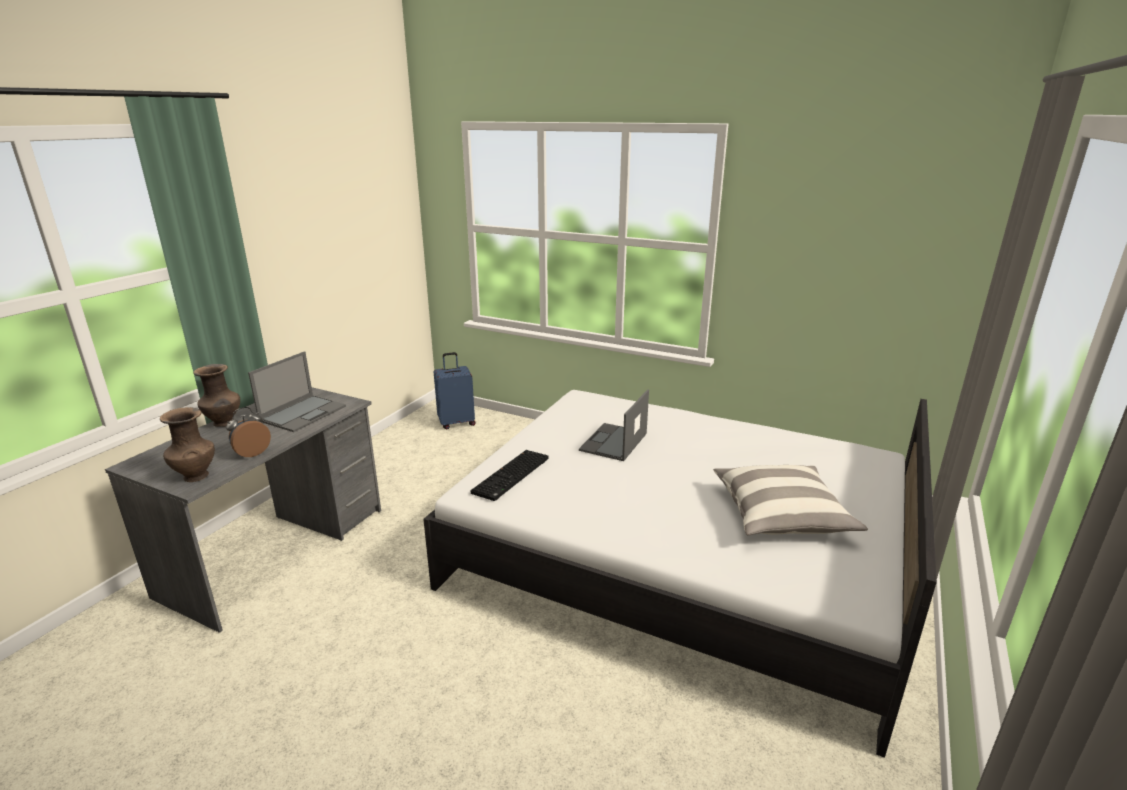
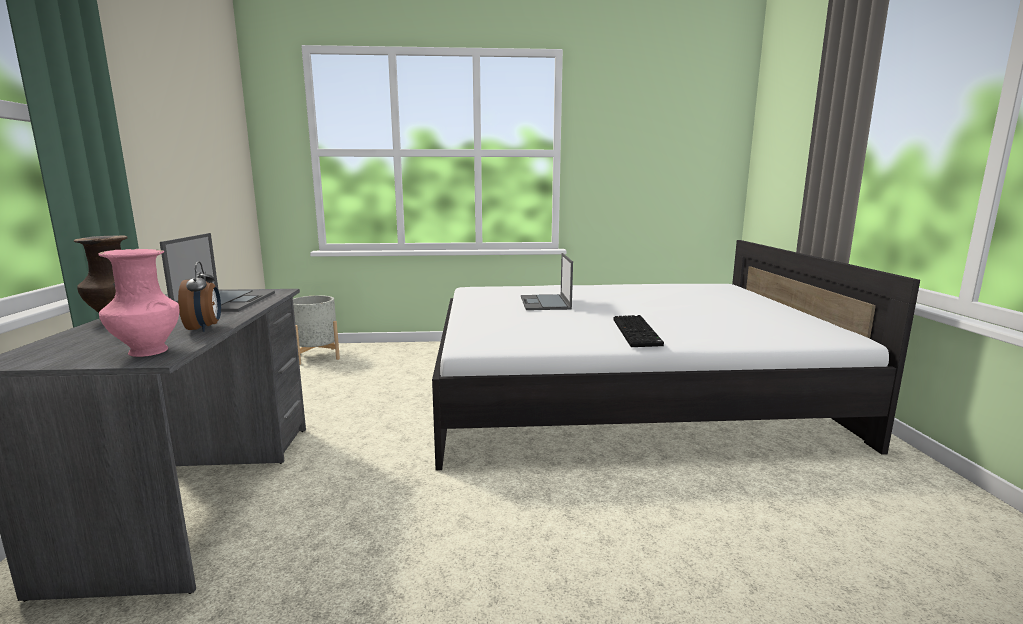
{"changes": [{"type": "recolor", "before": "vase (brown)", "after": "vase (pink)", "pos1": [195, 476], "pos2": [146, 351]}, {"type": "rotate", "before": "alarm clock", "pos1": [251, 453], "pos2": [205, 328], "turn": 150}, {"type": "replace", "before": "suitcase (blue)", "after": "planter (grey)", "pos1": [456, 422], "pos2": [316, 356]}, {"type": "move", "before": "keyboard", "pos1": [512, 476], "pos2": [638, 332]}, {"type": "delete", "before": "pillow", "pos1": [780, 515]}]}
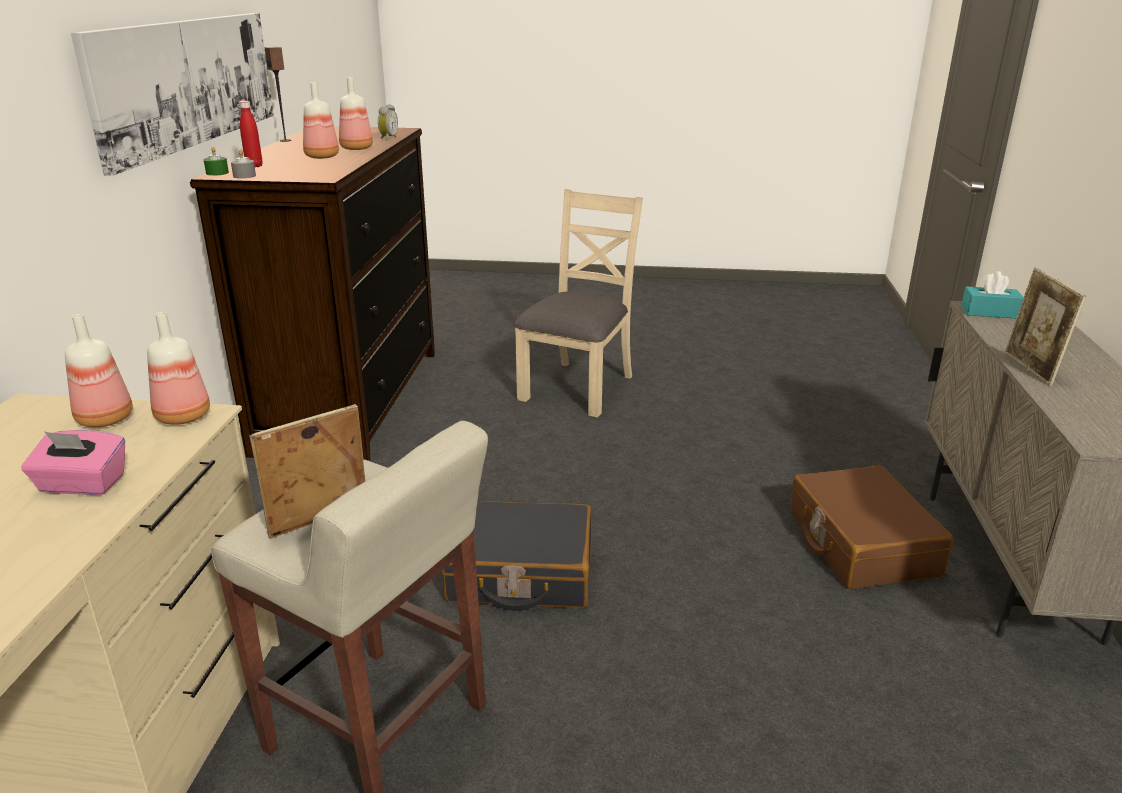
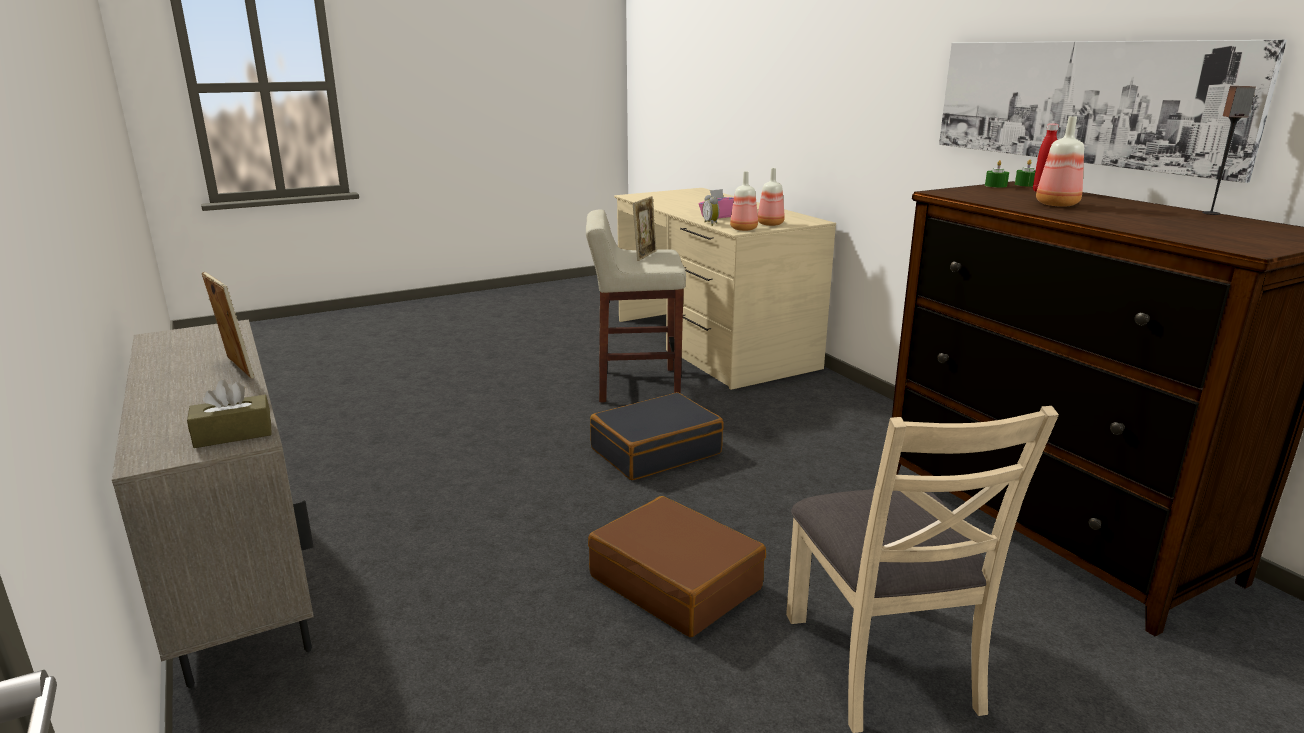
{"changes": [{"type": "recolor", "before": "candle (grey)", "after": "candle (green)", "pos1": [244, 176], "pos2": [995, 185]}, {"type": "delete", "before": "bottle", "pos1": [356, 148]}, {"type": "move", "before": "alarm clock", "pos1": [387, 138], "pos2": [711, 223]}, {"type": "move", "before": "suitcase (brown)", "pos1": [861, 544], "pos2": [676, 582]}, {"type": "recolor", "before": "tissue box (turquoise)", "after": "tissue box (brown)", "pos1": [989, 312], "pos2": [233, 434]}]}
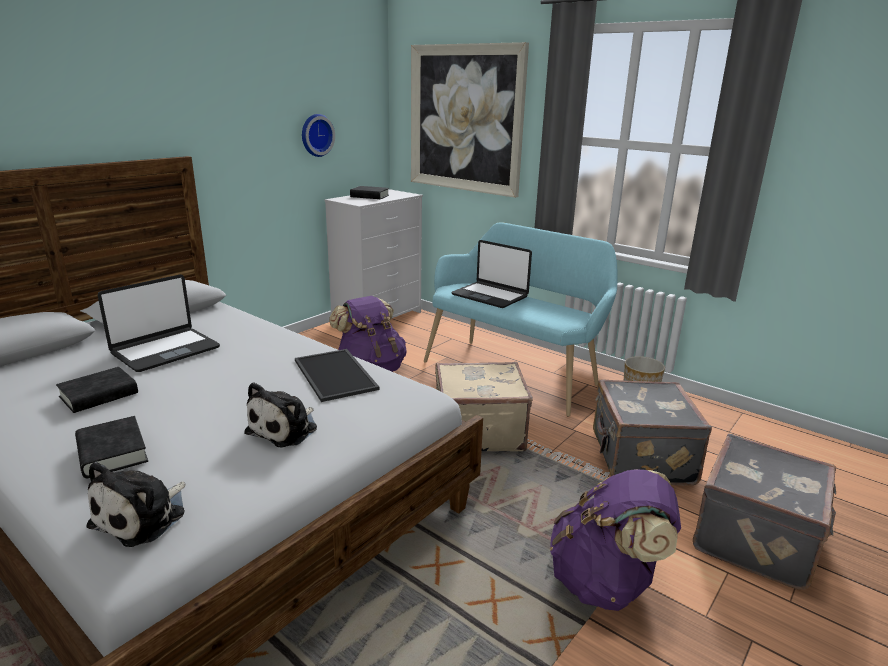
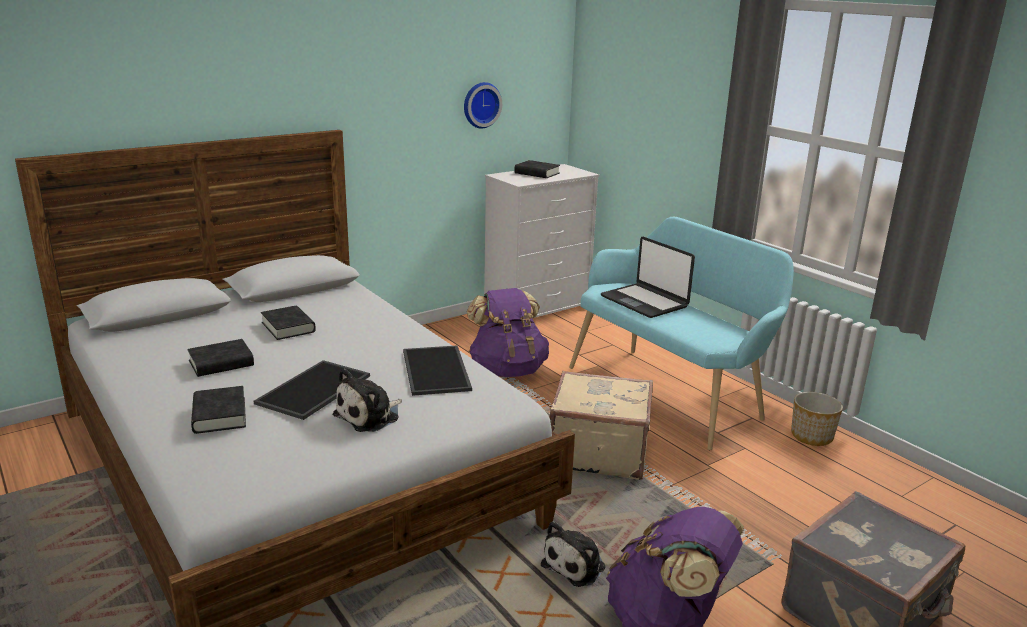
{"changes": [{"type": "move", "before": "plush toy", "pos1": [143, 517], "pos2": [576, 565]}, {"type": "replace", "before": "laptop", "after": "book (black)", "pos1": [165, 350], "pos2": [288, 327]}, {"type": "delete", "before": "picture", "pos1": [465, 119]}, {"type": "delete", "before": "suitcase (grey)", "pos1": [639, 458]}, {"type": "insert", "after": "tray", "pos2": [314, 390]}]}
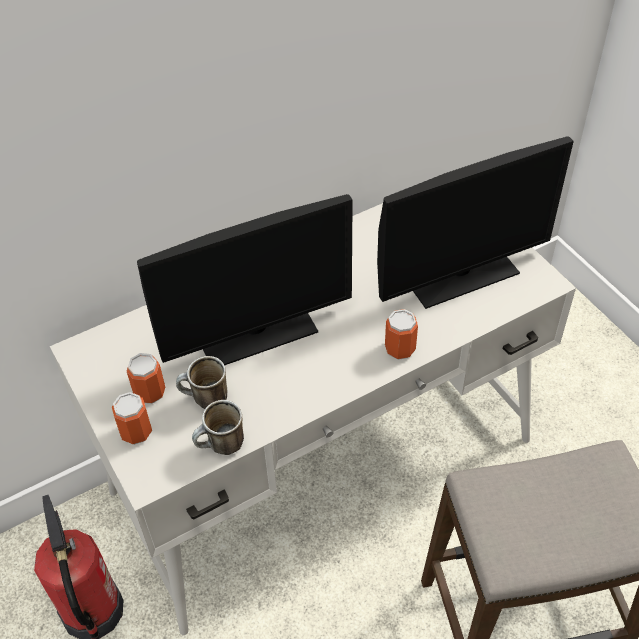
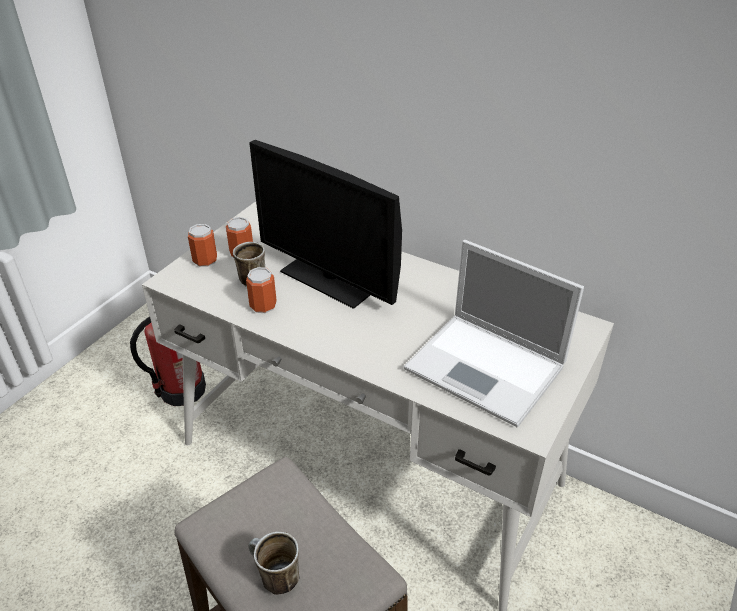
{"changes": [{"type": "move", "before": "mug", "pos1": [221, 447], "pos2": [274, 578]}, {"type": "replace", "before": "monitor", "after": "laptop", "pos1": [460, 274], "pos2": [487, 368]}, {"type": "move", "before": "can", "pos1": [400, 349], "pos2": [263, 306]}]}
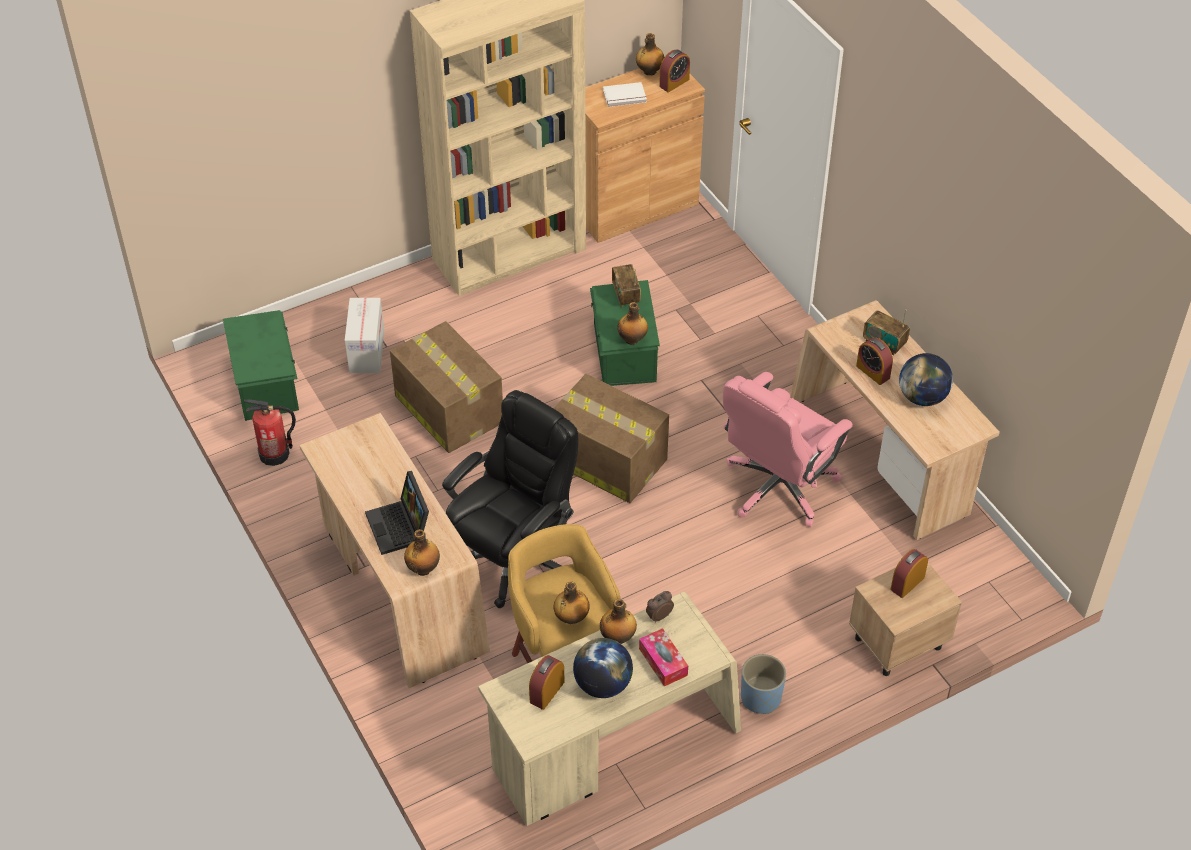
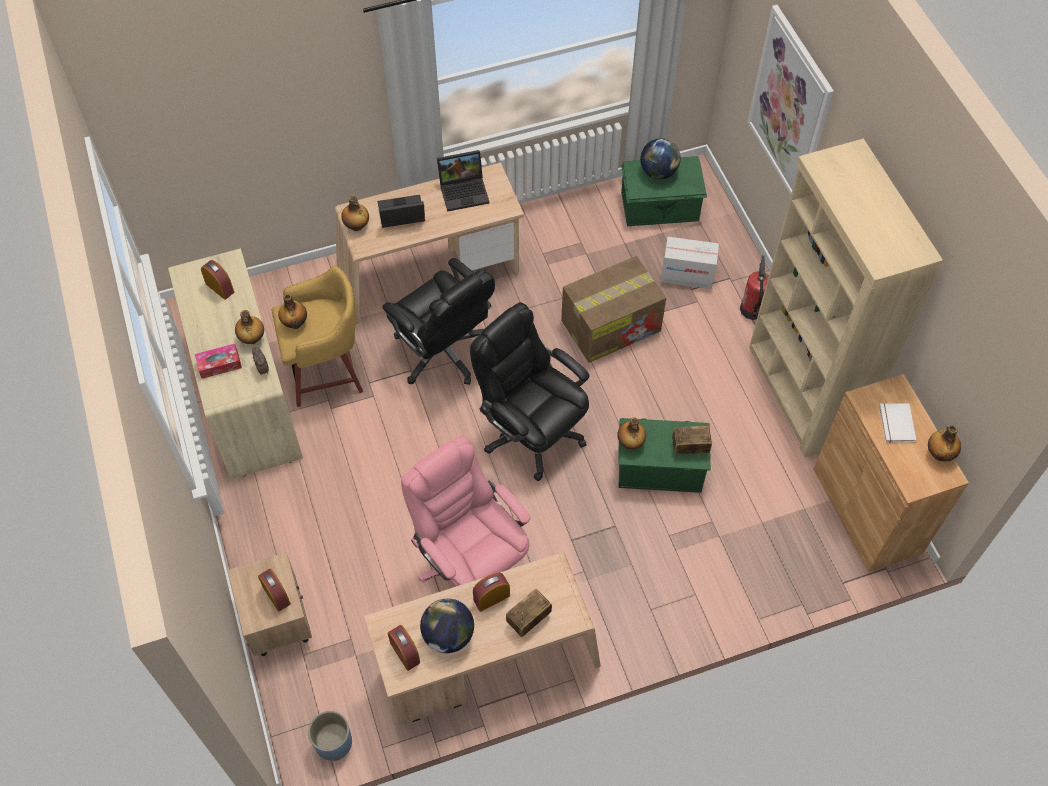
{"changes": [{"type": "move", "before": "fire extinguisher", "pos1": [275, 454], "pos2": [752, 310]}, {"type": "replace", "before": "cardboard box", "after": "office chair (black)", "pos1": [606, 460], "pos2": [531, 432]}, {"type": "move", "before": "globe", "pos1": [602, 684], "pos2": [658, 172]}, {"type": "move", "before": "alarm clock", "pos1": [674, 83], "pos2": [405, 652]}, {"type": "move", "before": "planter (blue)", "pos1": [761, 698], "pos2": [333, 743]}, {"type": "insert", "after": "laptop", "pos2": [465, 191]}, {"type": "insert", "after": "picture", "pos2": [790, 107]}]}
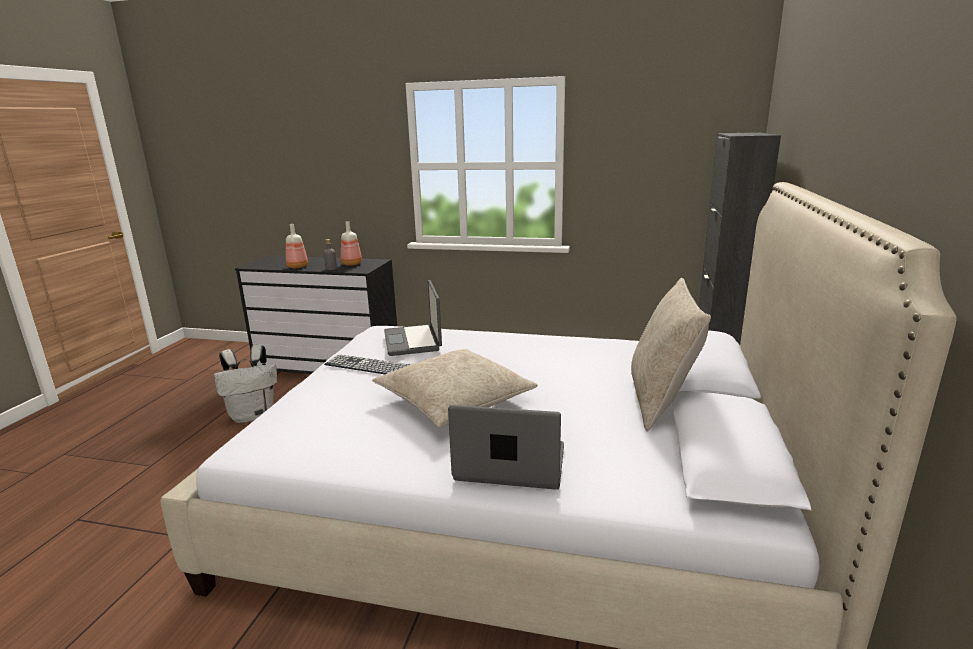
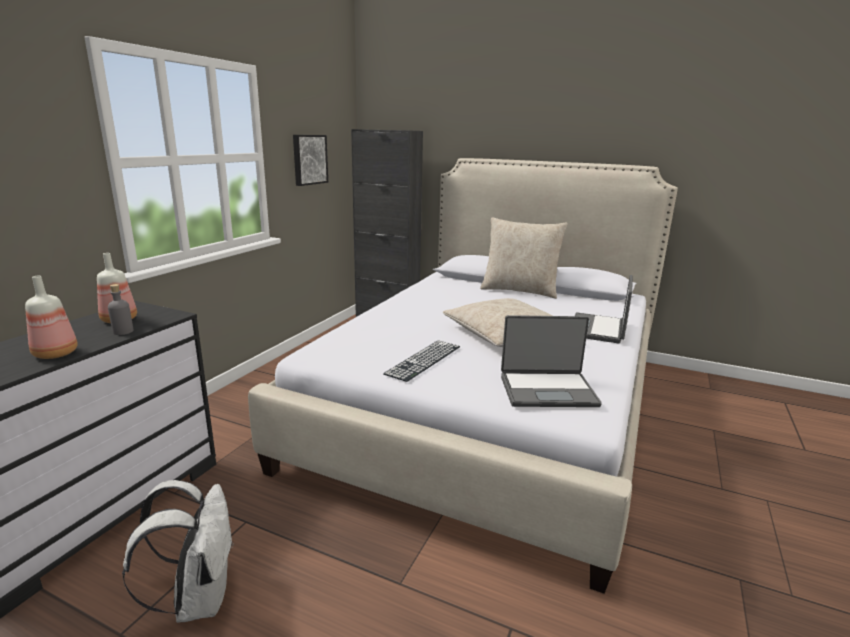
{"changes": [{"type": "move", "before": "laptop", "pos1": [413, 341], "pos2": [547, 390]}, {"type": "insert", "after": "picture", "pos2": [309, 159]}]}
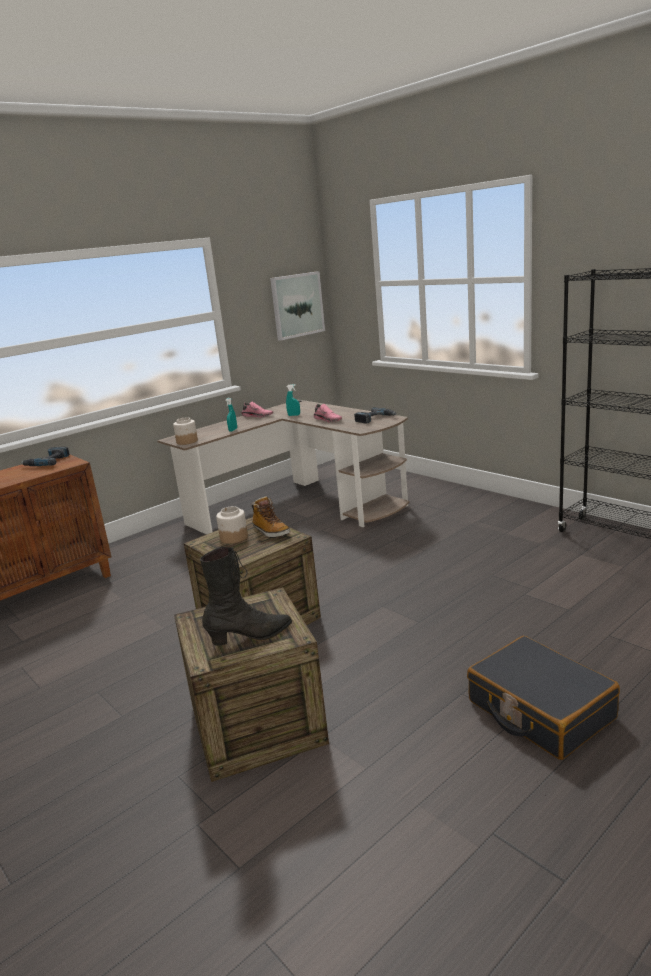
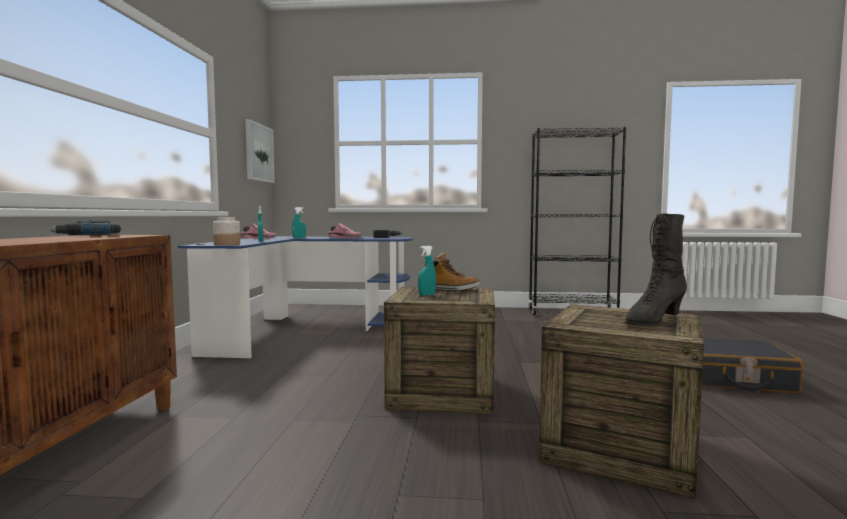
{"changes": [{"type": "recolor", "before": "desk (brown)", "after": "desk (blue)", "pos1": [300, 506], "pos2": [306, 329]}, {"type": "rotate", "before": "boot (black)", "pos1": [251, 637], "pos2": [653, 321], "turn": -150}, {"type": "replace", "before": "jar", "after": "spray bottle (turquoise)", "pos1": [233, 537], "pos2": [426, 295]}]}
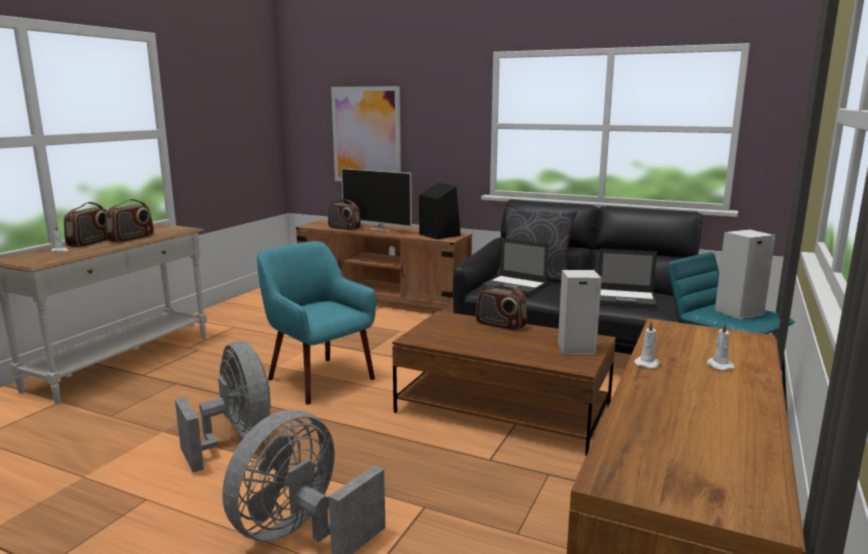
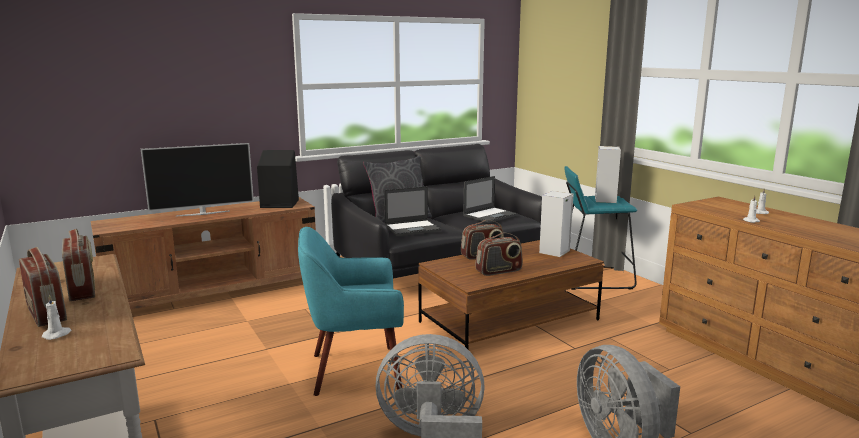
{"changes": [{"type": "move", "before": "radio", "pos1": [344, 228], "pos2": [499, 271]}, {"type": "delete", "before": "picture", "pos1": [366, 135]}]}
